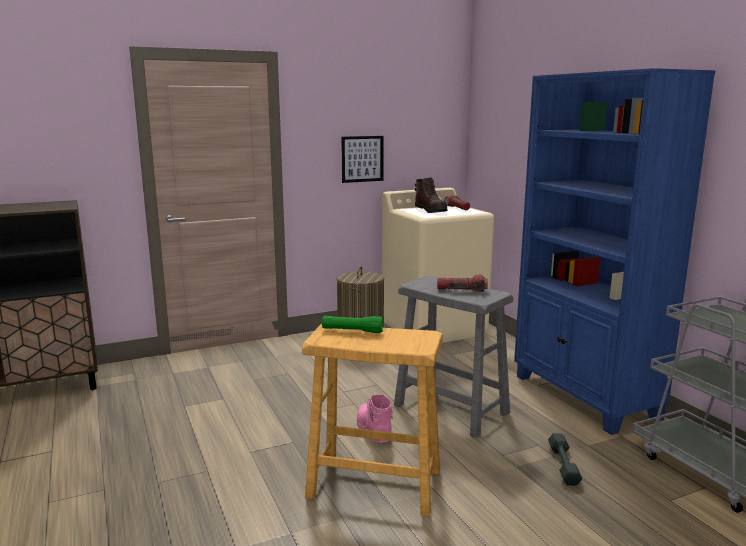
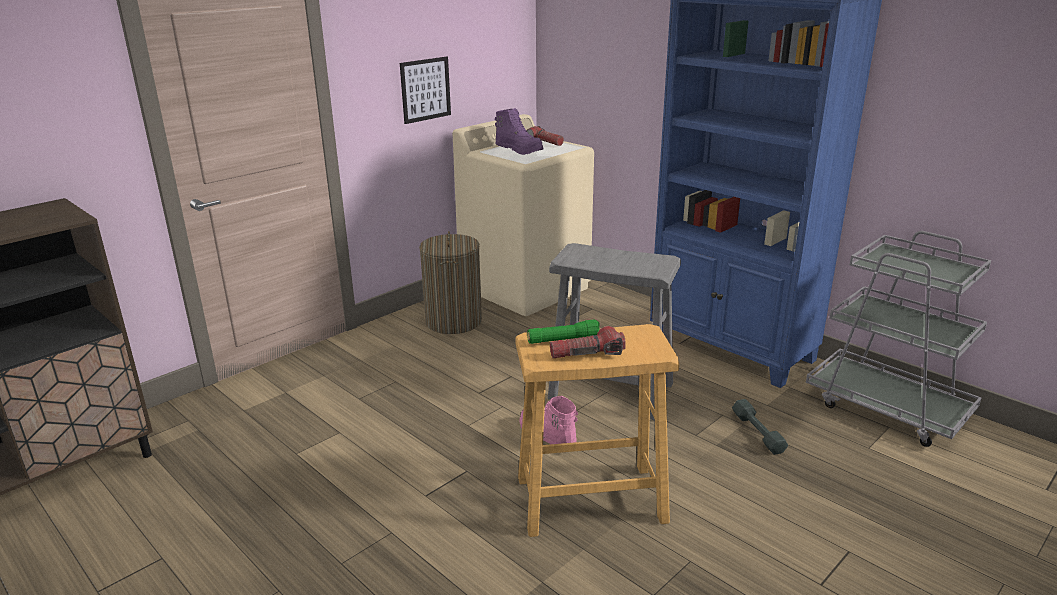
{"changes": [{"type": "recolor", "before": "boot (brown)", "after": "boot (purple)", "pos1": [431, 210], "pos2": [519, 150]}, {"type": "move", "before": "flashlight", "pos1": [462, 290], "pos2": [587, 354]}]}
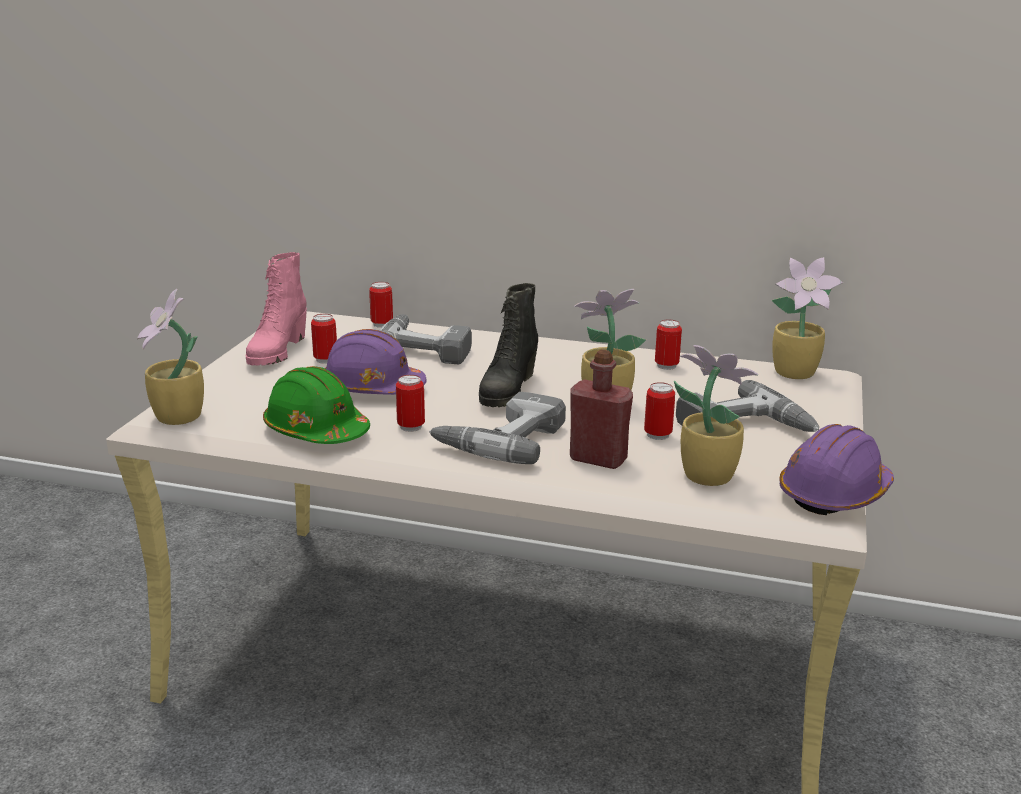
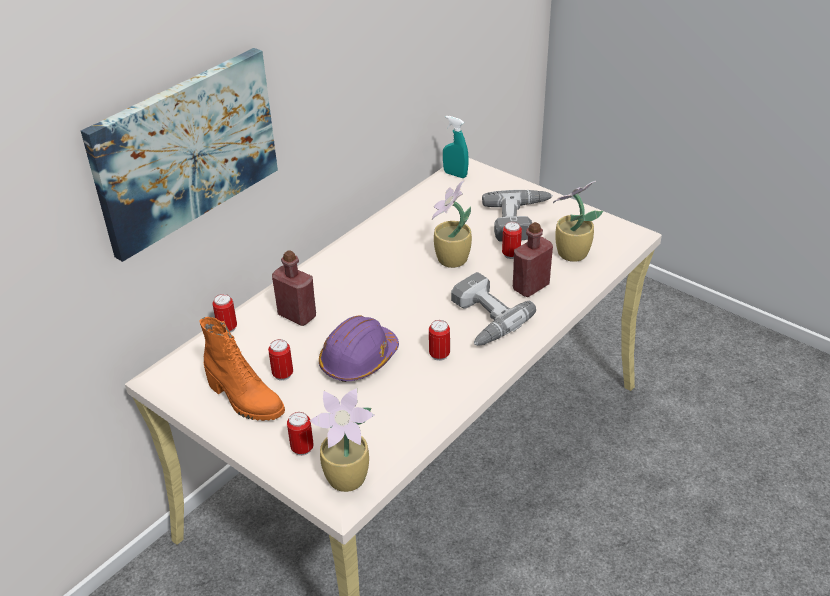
{"changes": [{"type": "recolor", "before": "boot (pink)", "after": "boot (orange)", "pos1": [276, 352], "pos2": [244, 400]}, {"type": "delete", "before": "hard hat (green)", "pos1": [316, 431]}, {"type": "replace", "before": "power drill", "after": "bottle (red)", "pos1": [425, 347], "pos2": [297, 315]}, {"type": "delete", "before": "boot (black)", "pos1": [507, 391]}, {"type": "move", "before": "can", "pos1": [666, 366], "pos2": [302, 448]}, {"type": "replace", "before": "potted plant", "after": "spray bottle (turquoise)", "pos1": [796, 373], "pos2": [455, 174]}, {"type": "delete", "before": "hard hat (purple)", "pos1": [834, 494]}, {"type": "insert", "after": "picture", "pos2": [185, 150]}]}
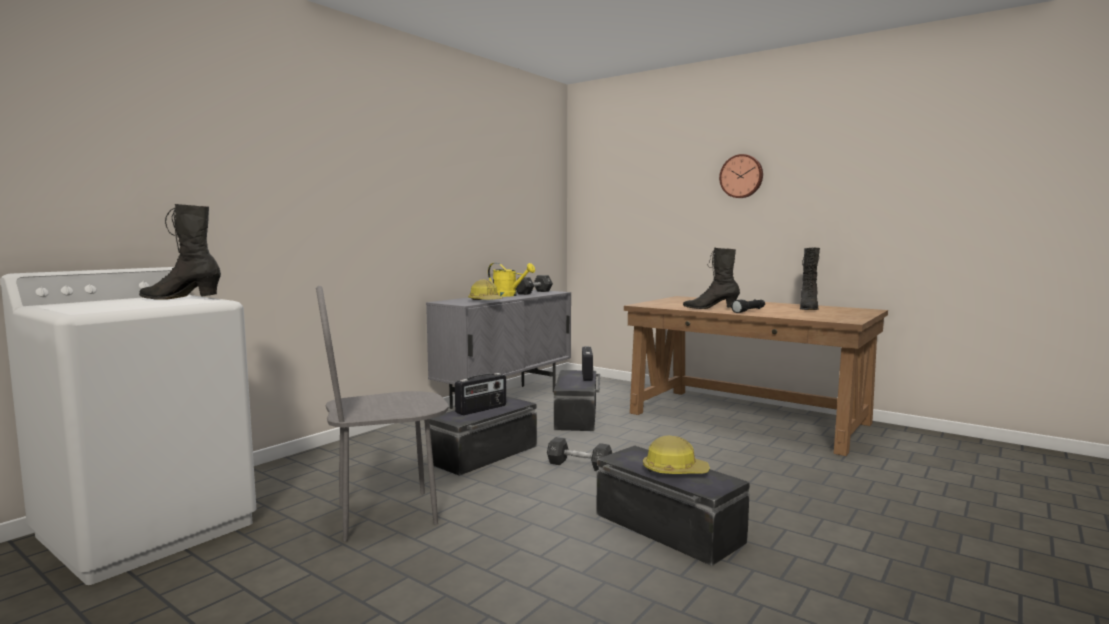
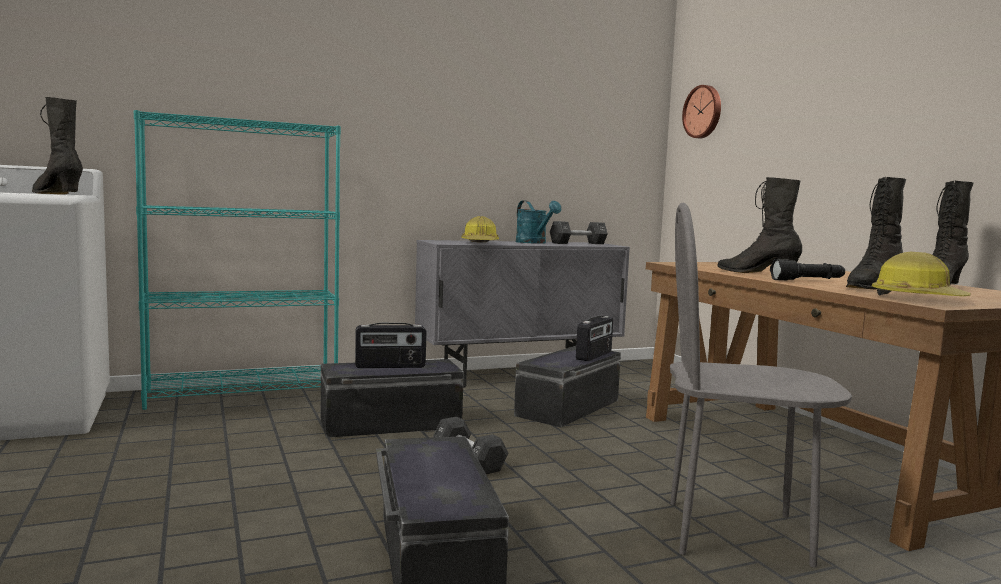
{"changes": [{"type": "move", "before": "chair (grey)", "pos1": [387, 514], "pos2": [736, 532]}, {"type": "recolor", "before": "watering can (yellow)", "after": "watering can (turquoise)", "pos1": [509, 295], "pos2": [534, 243]}, {"type": "move", "before": "hard hat", "pos1": [674, 471], "pos2": [917, 299]}, {"type": "move", "before": "wall clock", "pos1": [741, 176], "pos2": [703, 112]}, {"type": "insert", "after": "bookcase (turquoise)", "pos2": [244, 393]}, {"type": "insert", "after": "boot (black)", "pos2": [870, 287]}]}
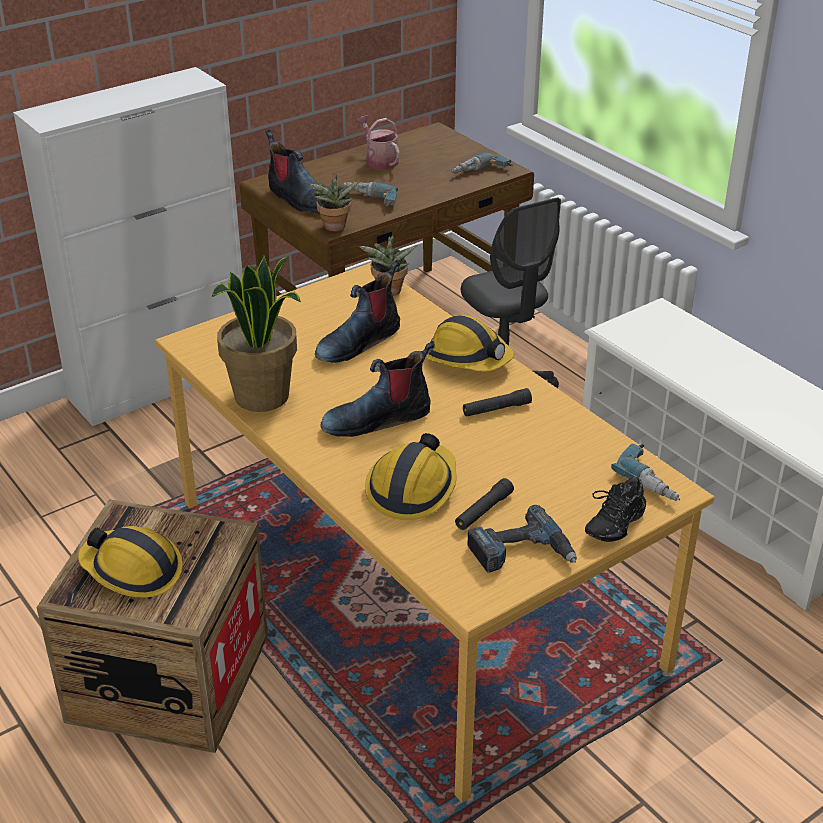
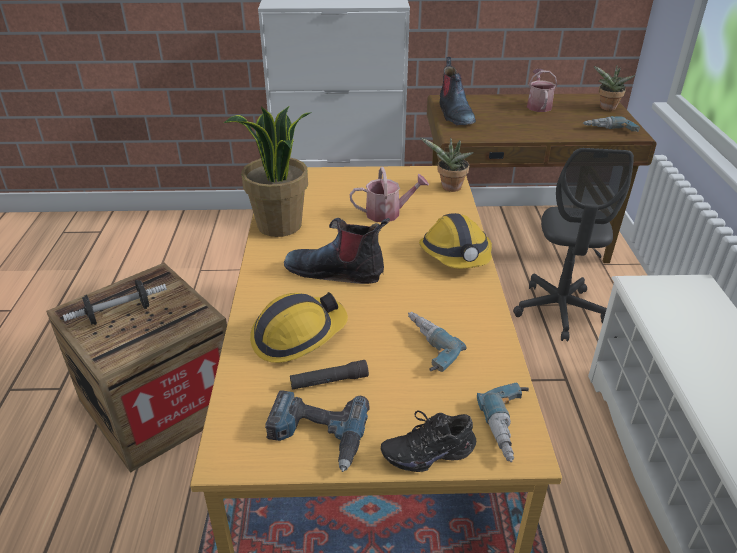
{"changes": [{"type": "replace", "before": "hard hat", "after": "dumbbell", "pos1": [132, 570], "pos2": [119, 314]}, {"type": "move", "before": "potted plant", "pos1": [334, 228], "pos2": [606, 108]}, {"type": "replace", "before": "boot", "after": "watering can", "pos1": [358, 342], "pos2": [388, 213]}, {"type": "move", "before": "power drill", "pos1": [368, 200], "pos2": [424, 347]}, {"type": "delete", "before": "flashlight (black)", "pos1": [496, 409]}]}
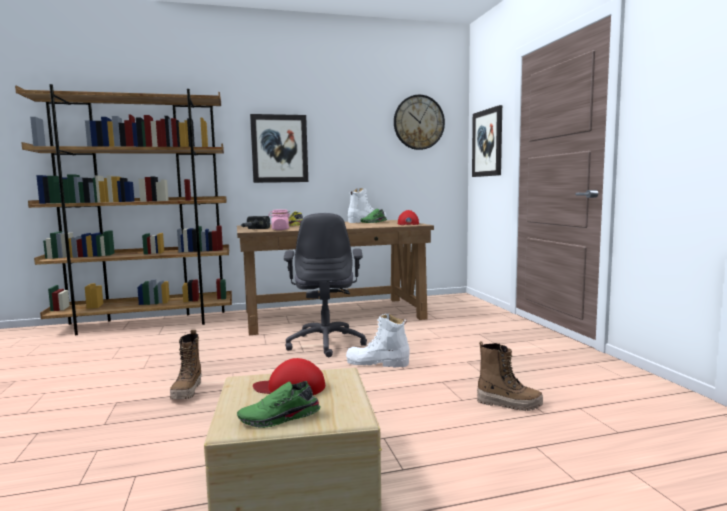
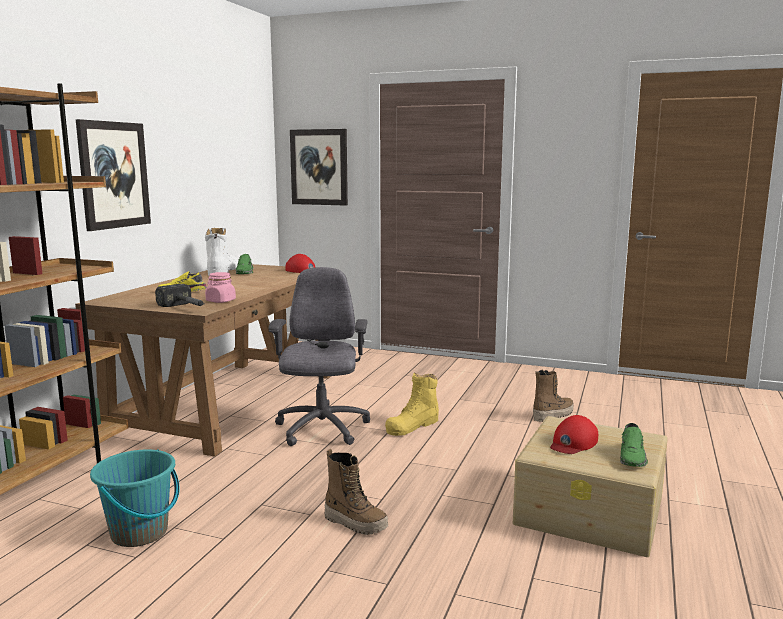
{"changes": [{"type": "rotate", "before": "office chair (grey)", "pos1": [326, 343], "pos2": [321, 429], "turn": -120}, {"type": "recolor", "before": "boot (white)", "after": "boot (yellow)", "pos1": [377, 363], "pos2": [412, 426]}, {"type": "delete", "before": "wall clock", "pos1": [418, 122]}, {"type": "insert", "after": "bucket (turquoise)", "pos2": [140, 533]}]}
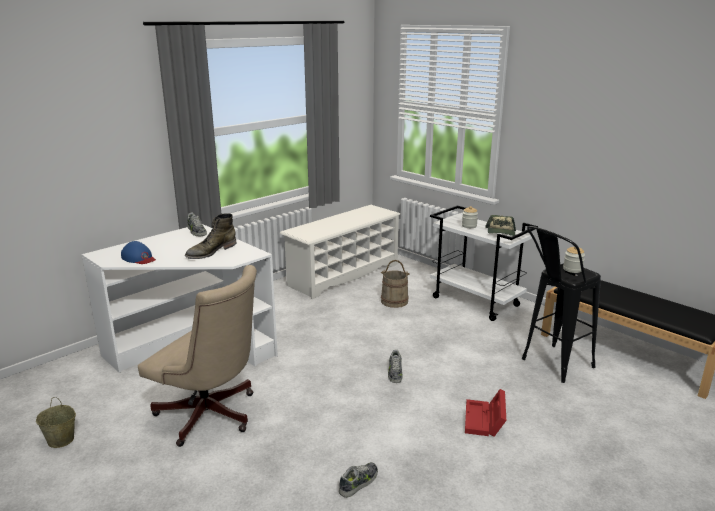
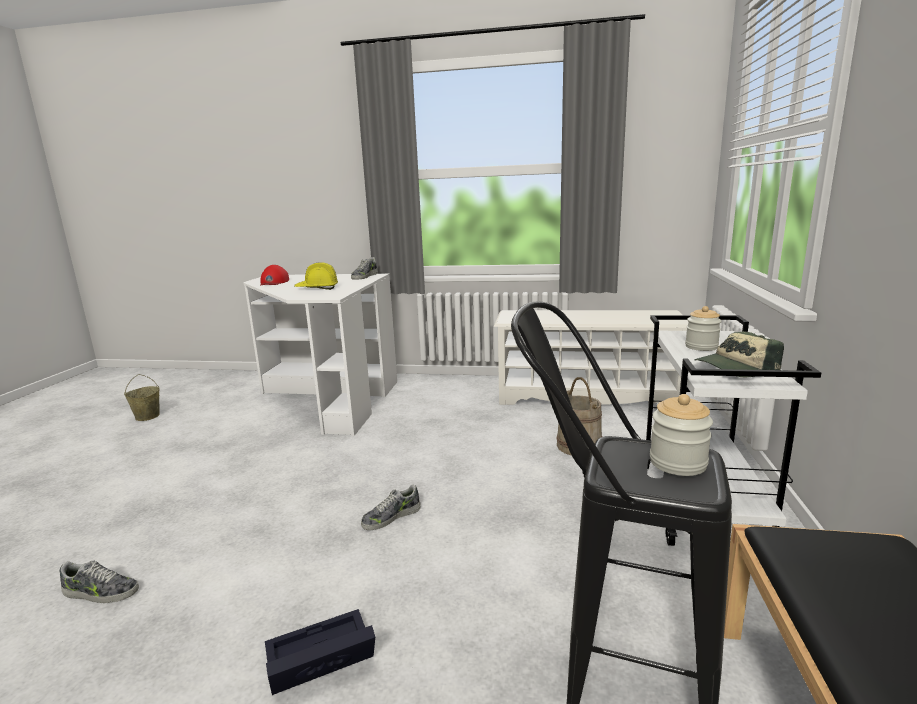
{"changes": [{"type": "recolor", "before": "cap (blue)", "after": "cap (red)", "pos1": [139, 258], "pos2": [274, 282]}, {"type": "delete", "before": "office chair (beige)", "pos1": [211, 417]}, {"type": "replace", "before": "boot (green)", "after": "hard hat (yellow)", "pos1": [211, 251], "pos2": [317, 288]}, {"type": "recolor", "before": "storage box (red)", "after": "storage box (black)", "pos1": [484, 421], "pos2": [317, 662]}]}
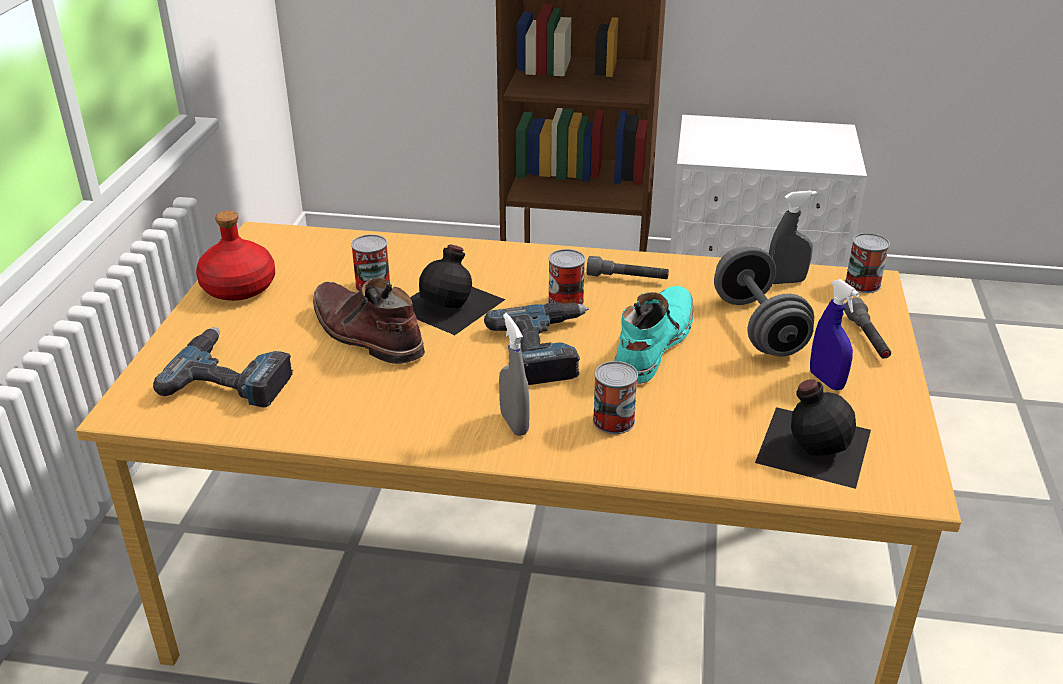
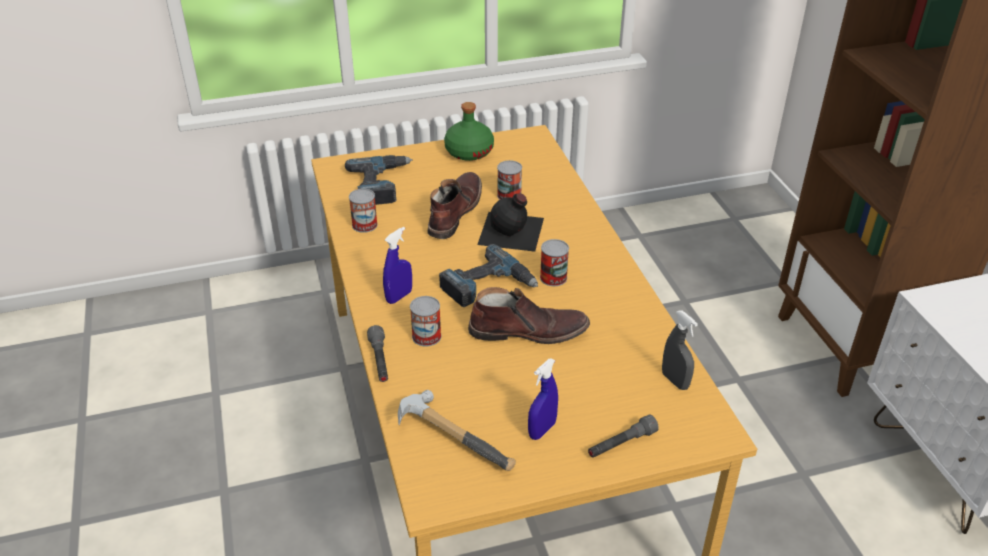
{"changes": [{"type": "recolor", "before": "bottle (red)", "after": "bottle (green)", "pos1": [238, 287], "pos2": [468, 151]}, {"type": "recolor", "before": "spray bottle (grey)", "after": "spray bottle (blue)", "pos1": [514, 423], "pos2": [399, 296]}, {"type": "move", "before": "flashlight (grey)", "pos1": [627, 278], "pos2": [380, 361]}, {"type": "recolor", "before": "boot (turquoise)", "after": "boot (brown)", "pos1": [651, 344], "pos2": [528, 330]}, {"type": "delete", "before": "dumbbell (grey)", "pos1": [758, 327]}, {"type": "replace", "before": "bottle (black)", "after": "hammer", "pos1": [812, 444], "pos2": [455, 436]}, {"type": "move", "before": "can", "pos1": [862, 284], "pos2": [364, 225]}]}
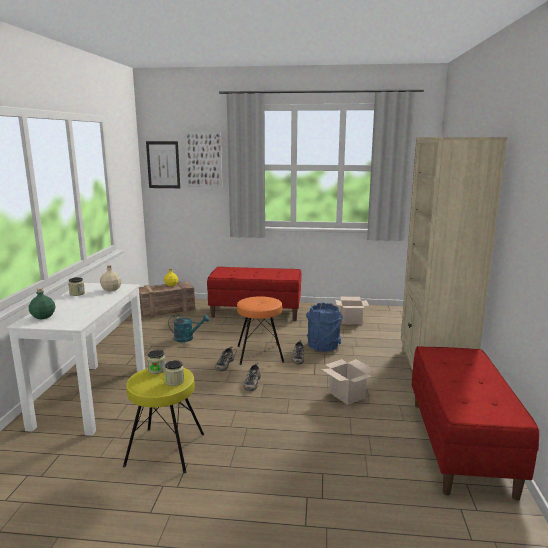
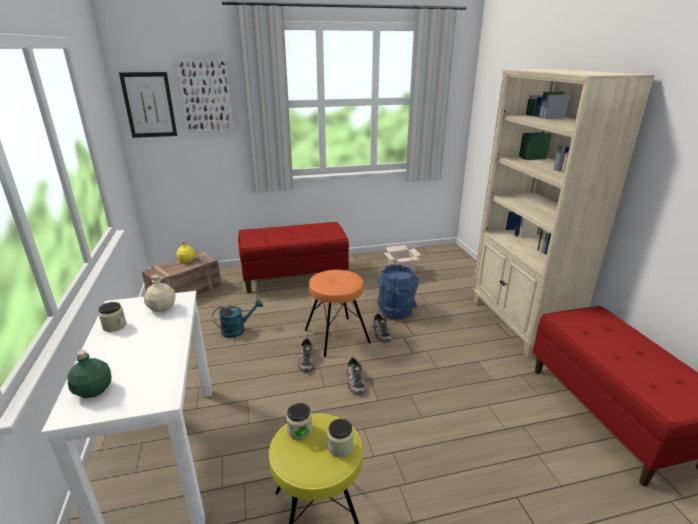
{"changes": [{"type": "delete", "before": "cardboard box", "pos1": [348, 395]}]}
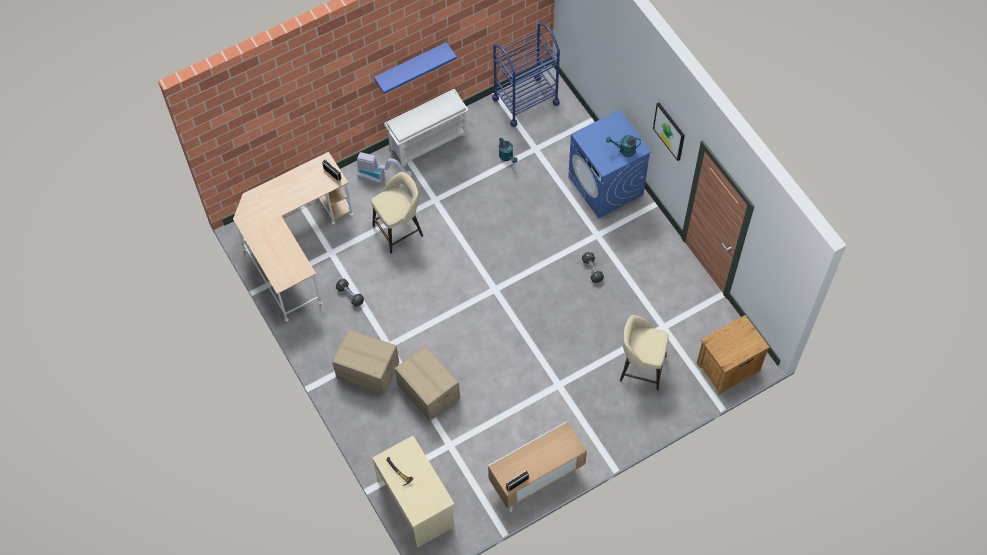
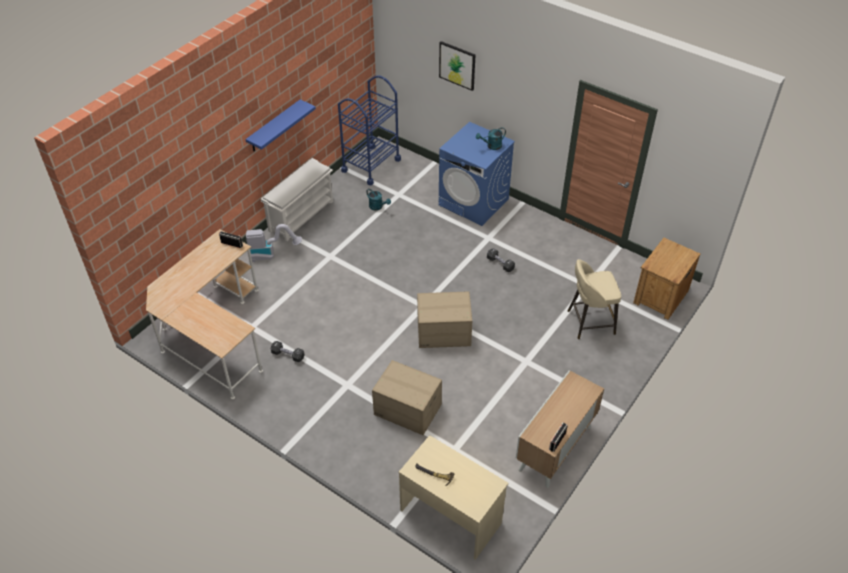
{"changes": [{"type": "move", "before": "cardboard box", "pos1": [367, 370], "pos2": [443, 332]}, {"type": "delete", "before": "stool (beige)", "pos1": [399, 230]}, {"type": "move", "before": "picture", "pos1": [669, 131], "pos2": [457, 65]}]}
